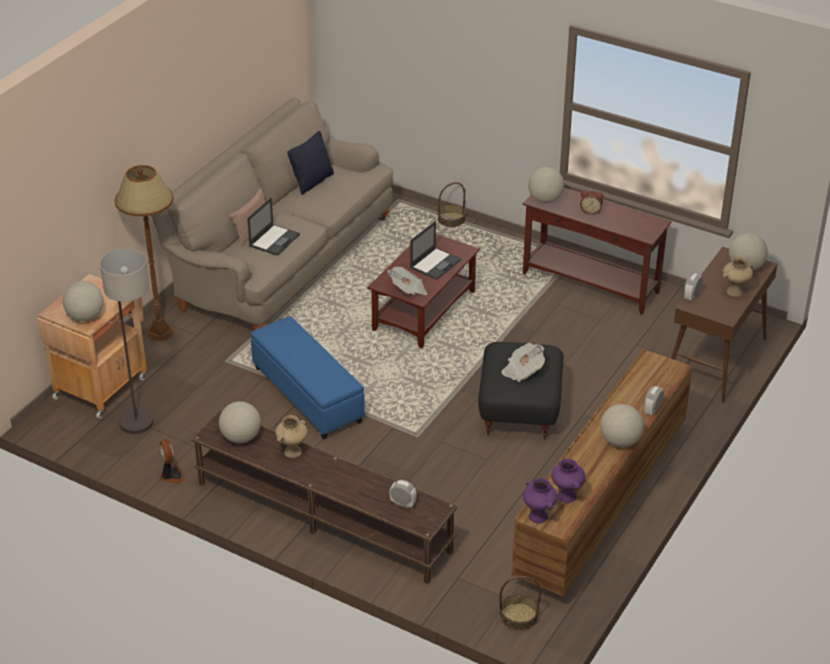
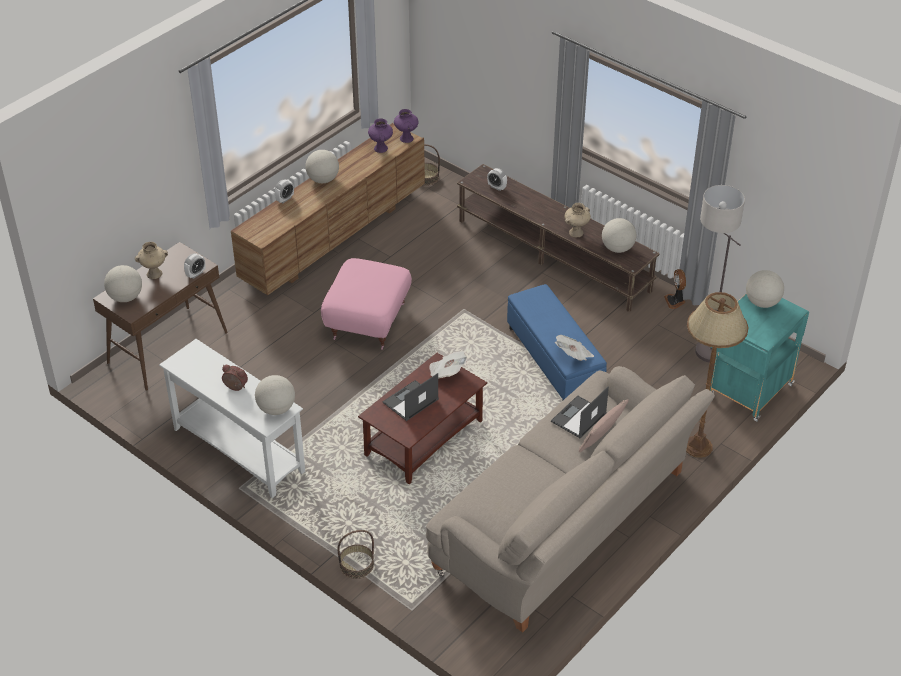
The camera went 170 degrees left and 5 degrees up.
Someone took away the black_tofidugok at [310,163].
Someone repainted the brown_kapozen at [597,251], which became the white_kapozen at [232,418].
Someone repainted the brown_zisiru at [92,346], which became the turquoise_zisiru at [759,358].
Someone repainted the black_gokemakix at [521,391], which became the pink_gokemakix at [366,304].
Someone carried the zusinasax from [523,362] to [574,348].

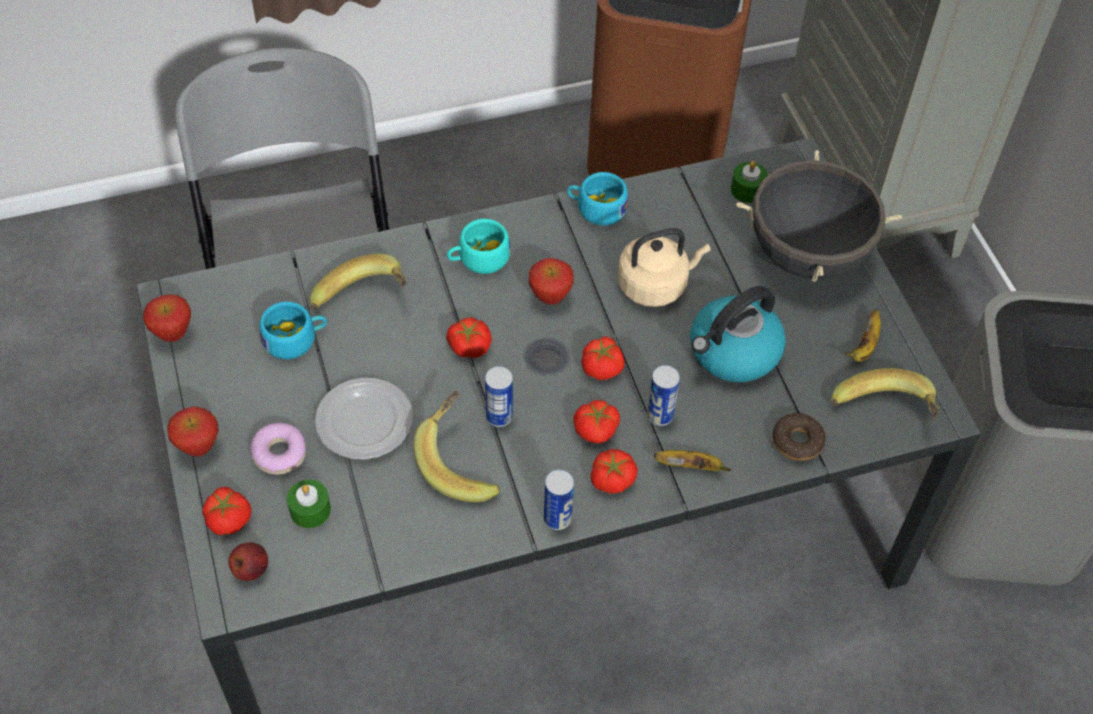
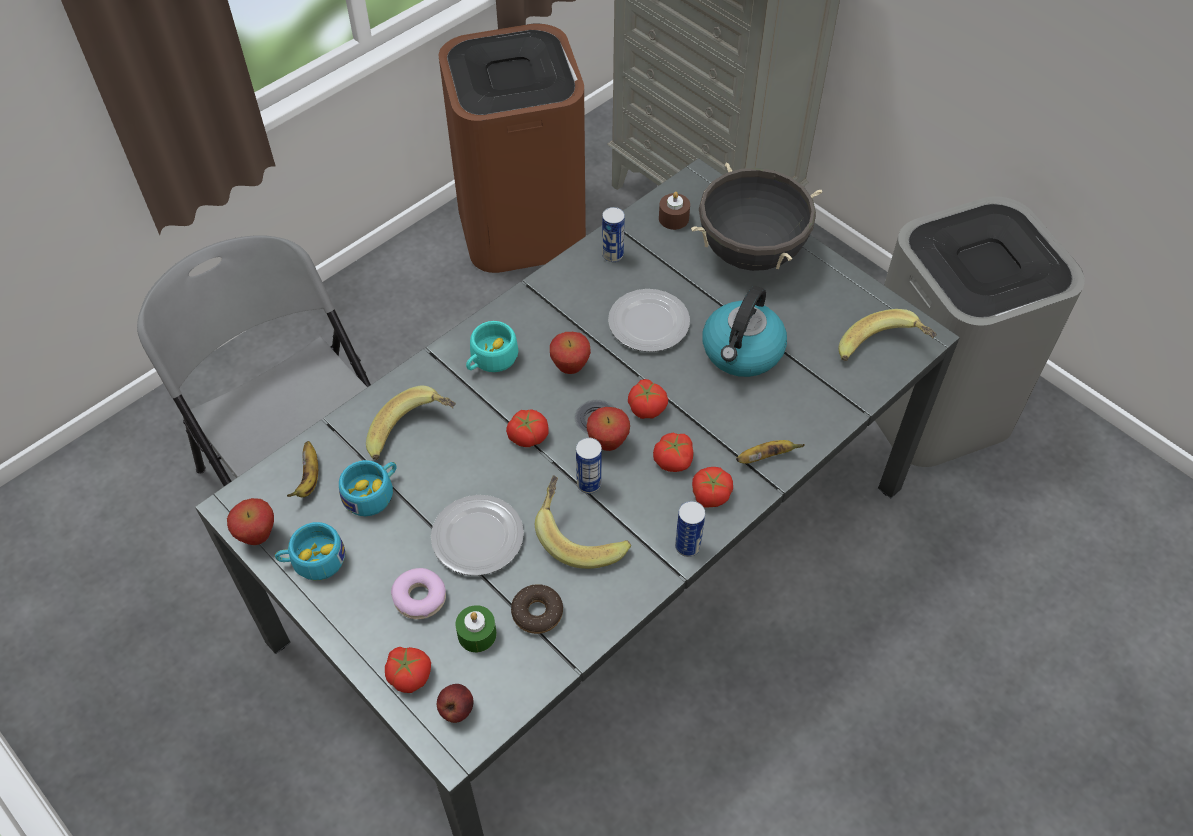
The camera went 25 degrees left and 0 degrees up.
Someone repainted the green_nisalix at [749,182], which became the brown_nisalix at [674,211].
Someone carried the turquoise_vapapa from [597,199] to [310,551].
Someone swapped the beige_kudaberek at [664,267] for the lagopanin at [649,320].
Someone carried the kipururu from [862,335] to [302,469].
Someone carried the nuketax from [663,395] to [613,234].
Someone carried the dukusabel from [193,431] to [608,429].
Someone carried the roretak from [799,437] to [537,609].

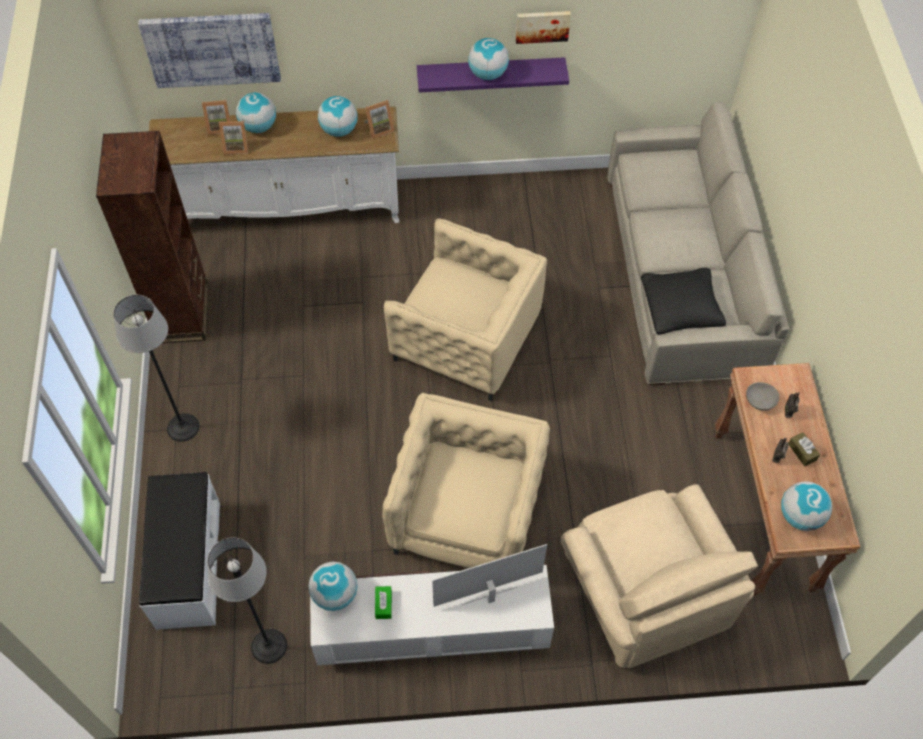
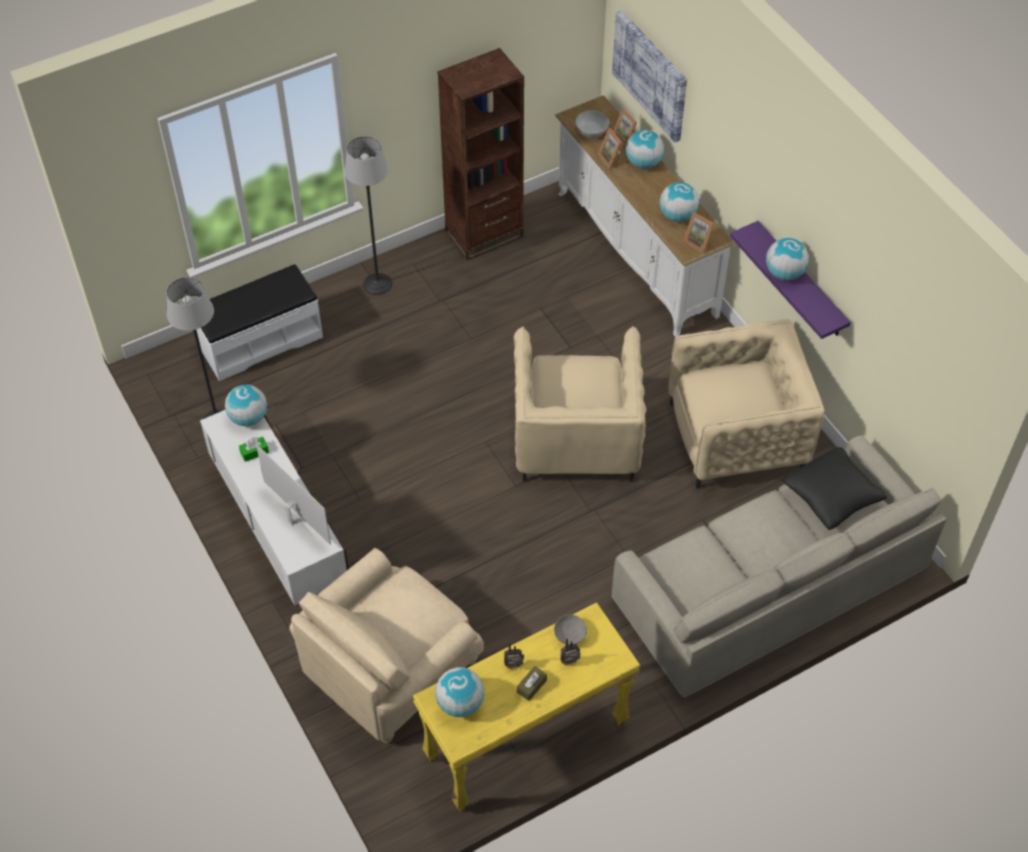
The camera went 65 degrees right and 5 degrees down.
Someone took away the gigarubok at [543,27].
Someone carried the black_tofidugok from [683,301] to [835,488].
Someone repainted the brown_kapozen at [787,479], which became the yellow_kapozen at [526,707].
Someone carried the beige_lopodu from [466,480] to [746,404].
Someone put down the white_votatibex at [592,124].

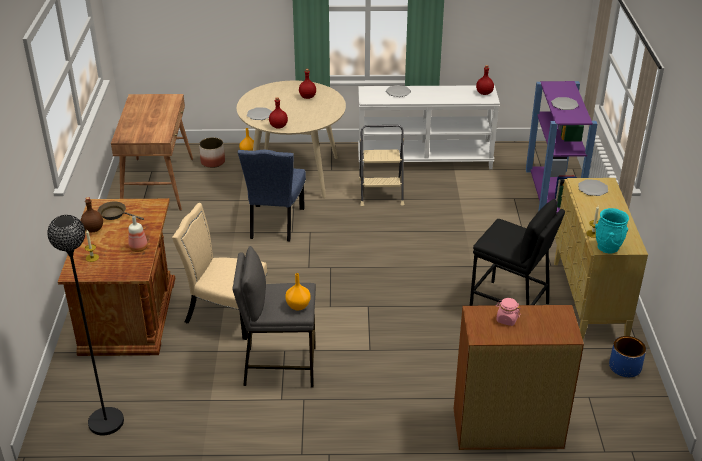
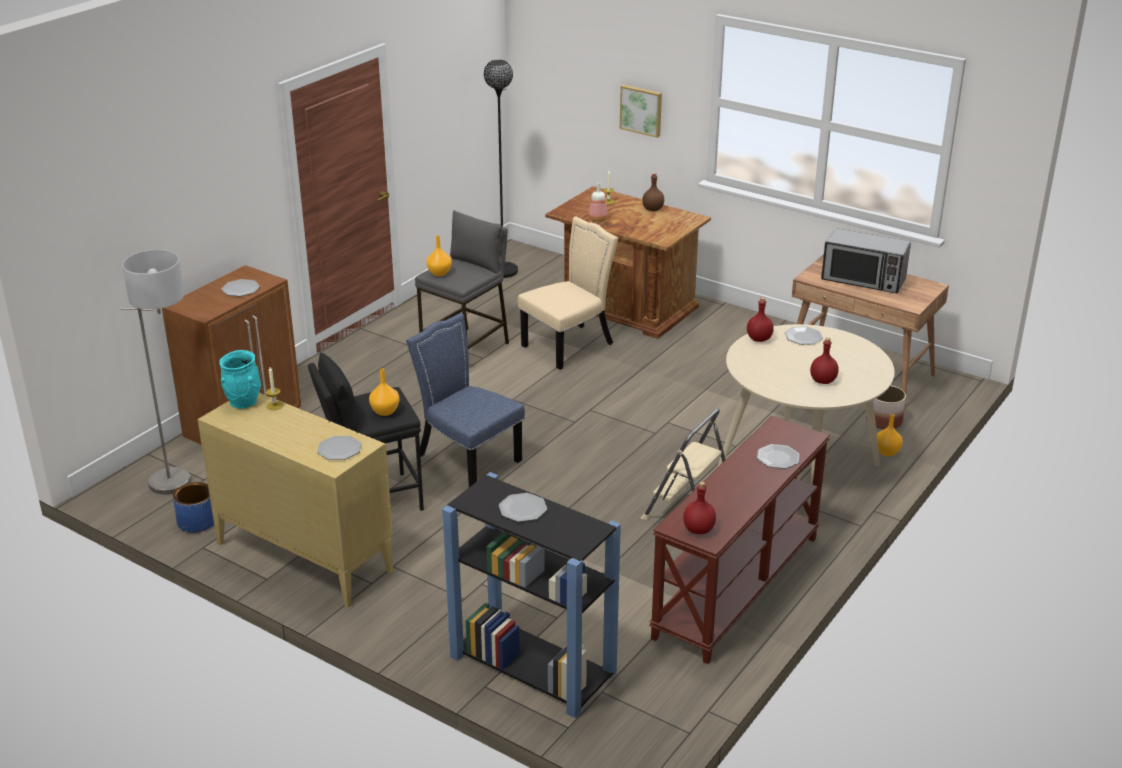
The camera went 125 degrees right and 5 degrees down.
Someone repainted the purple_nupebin at [561,147], which became the black_nupebin at [531,595].
Someone repainted the white_kapozen at [429,127], which became the brown_kapozen at [739,540].
Someone carried the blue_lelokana from [272,195] to [465,400].
Someone took away the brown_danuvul at [121,210].
Someone swapped the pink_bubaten at [508,312] for the lagopanin at [240,287].
Someone put up the gigarubok at [641,111].
Someone put down the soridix at [866,260].
Someone put down the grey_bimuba at [155,372].
Someone put down the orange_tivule at [384,392].

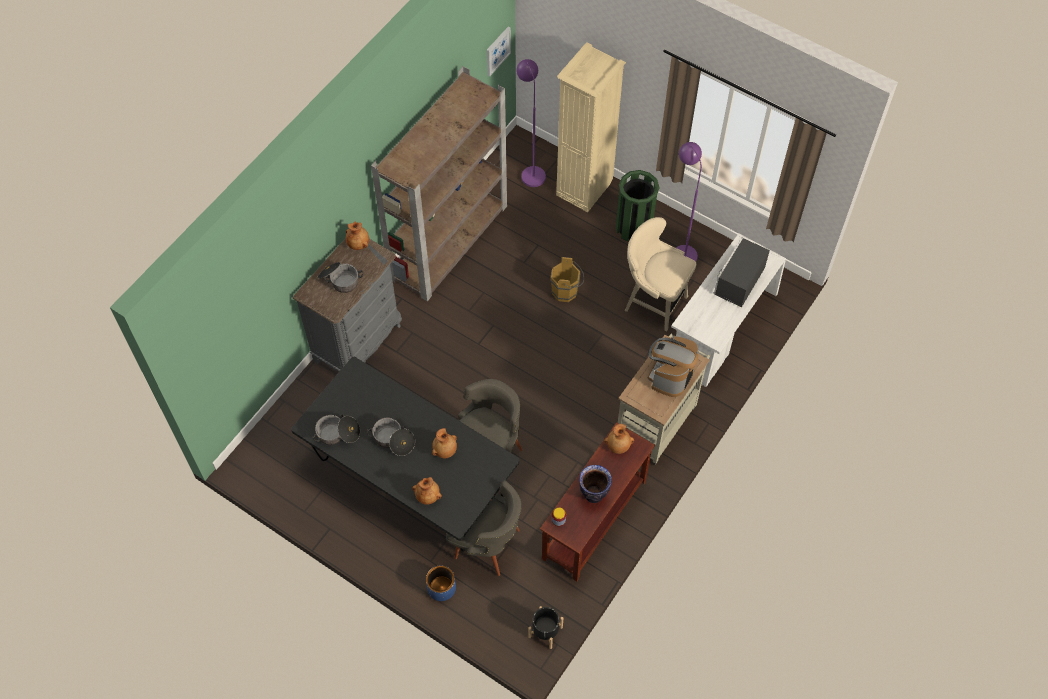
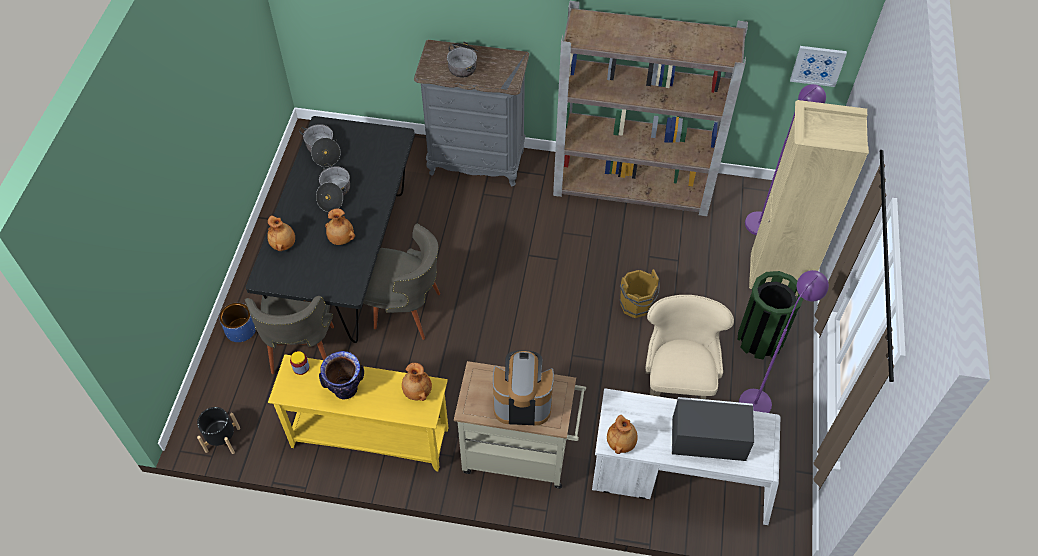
The camera went 65 degrees right and 5 degrees down.
Someone carried the brown_tivule from [357,236] to [622,434].
Someone repainted the brown_kapozen at [597,501], which became the yellow_kapozen at [358,412].

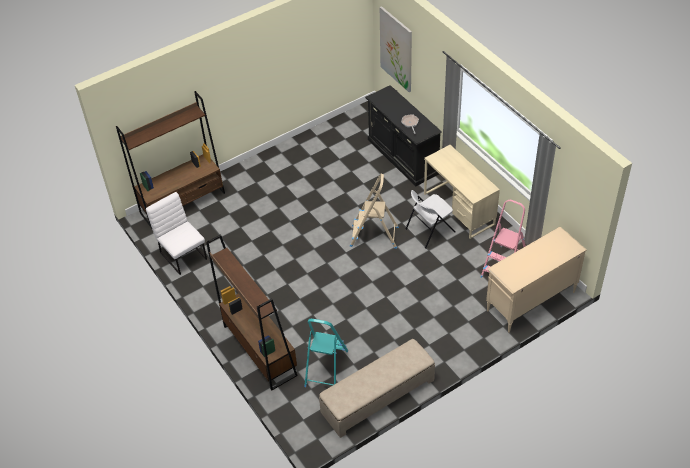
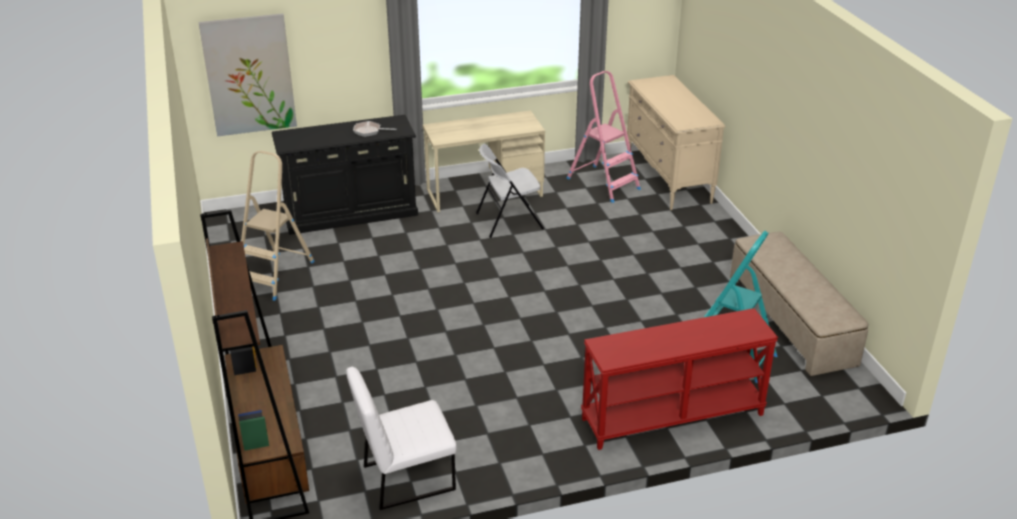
The camera went 75 degrees left and 15 degrees down.
Someone carried the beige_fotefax from [374,211] to [277,226].
Someone rotated the white_lelokana at [430,219] by 90 degrees clockwise.
Someone swapped the brown_nupebin at [252,313] for the red_kapozen at [679,379].

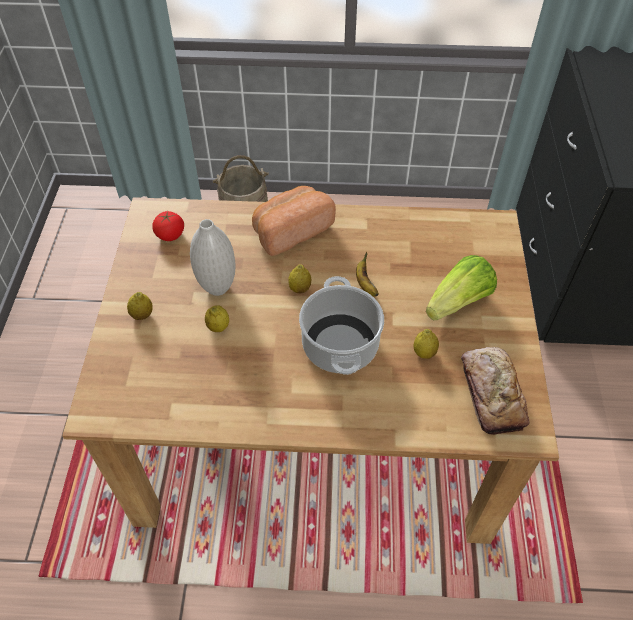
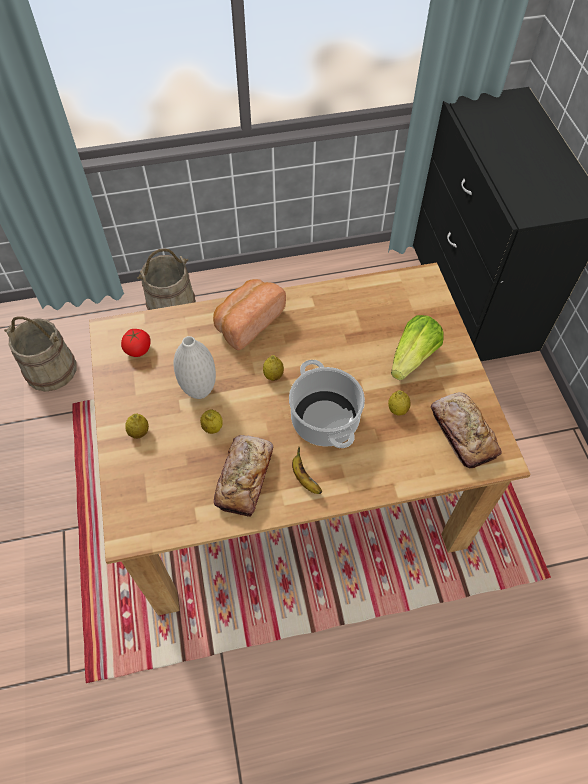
The camera went 15 degrees left and 5 degrees up.
Someone carried the kipururu from [367,274] to [307,470].
Someone put down the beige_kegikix at [40,354].
Someone put down the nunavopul at [243,476].

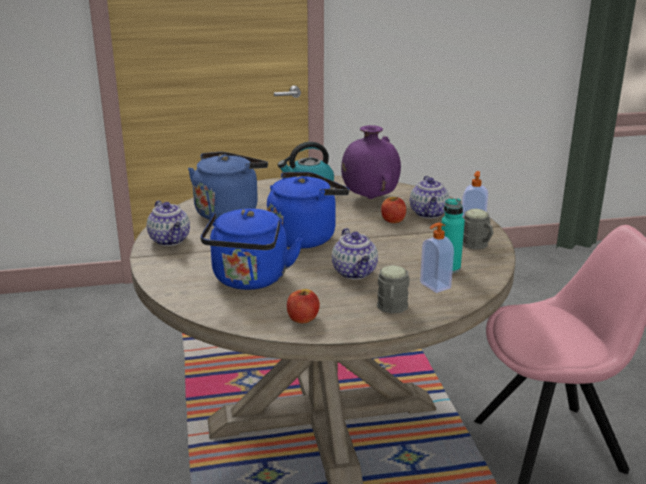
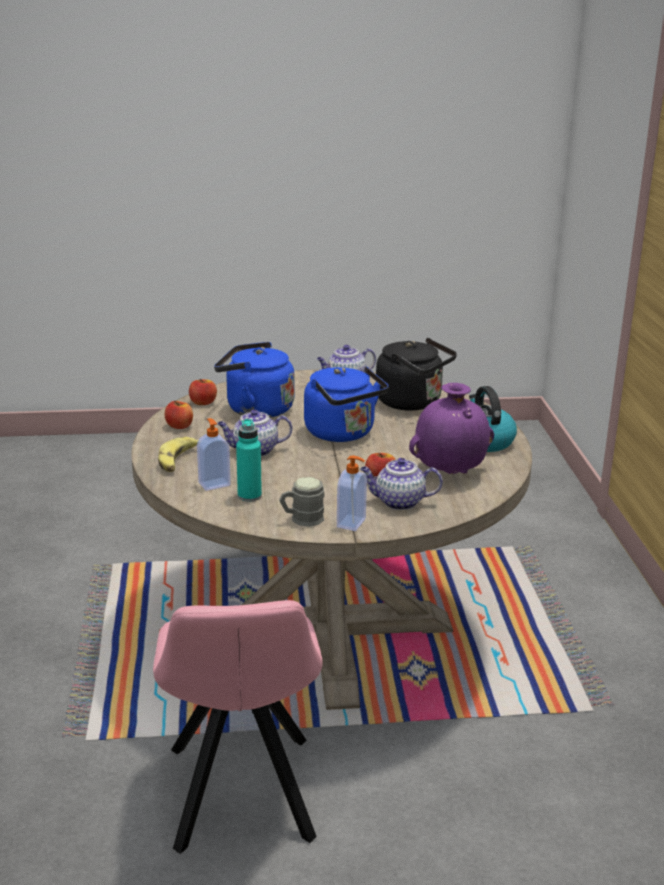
The camera went 95 degrees right and 0 degrees up.
Someone repainted the blue_kudaberek at [228,186], which became the black_kudaberek at [416,374].
Someone swapped the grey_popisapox at [393,289] for the kipururu at [178,454].
Someone put down the dukusabel at [203,392].

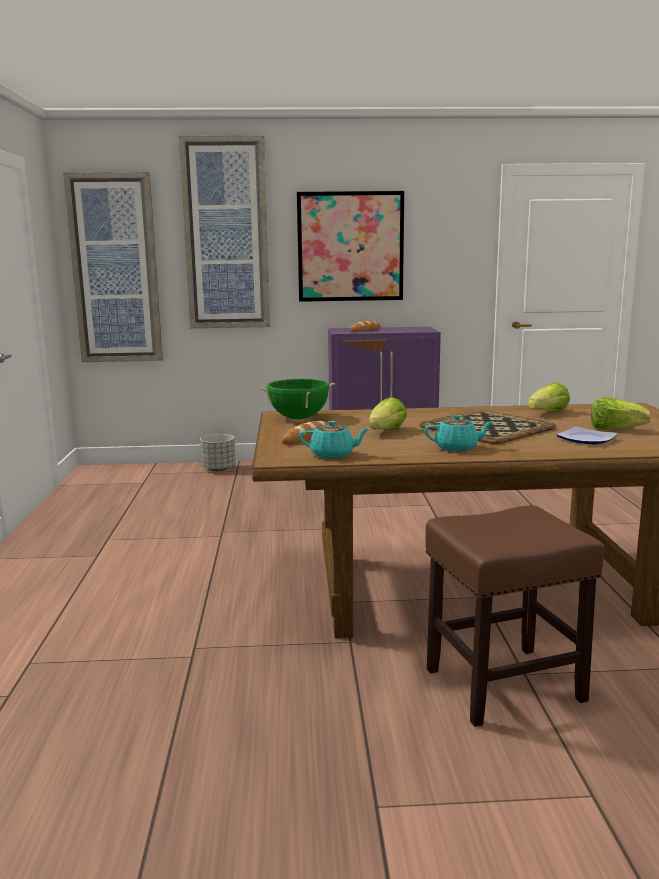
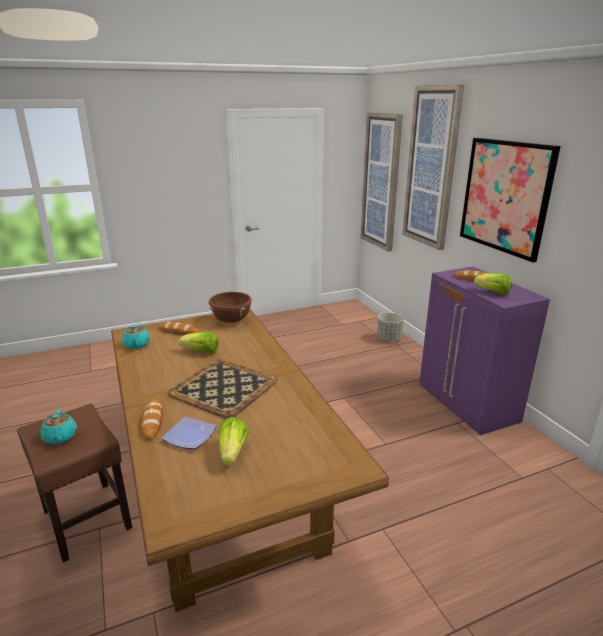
The camera went 70 degrees right and 10 degrees up.
Someone repainted the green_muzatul at [297,399], which became the brown_muzatul at [230,307].
Someone carried the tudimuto from [549,396] to [493,284].
Someone carried the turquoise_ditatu from [458,433] to [58,426].
Someone put down the nunavopul at [152,419].

